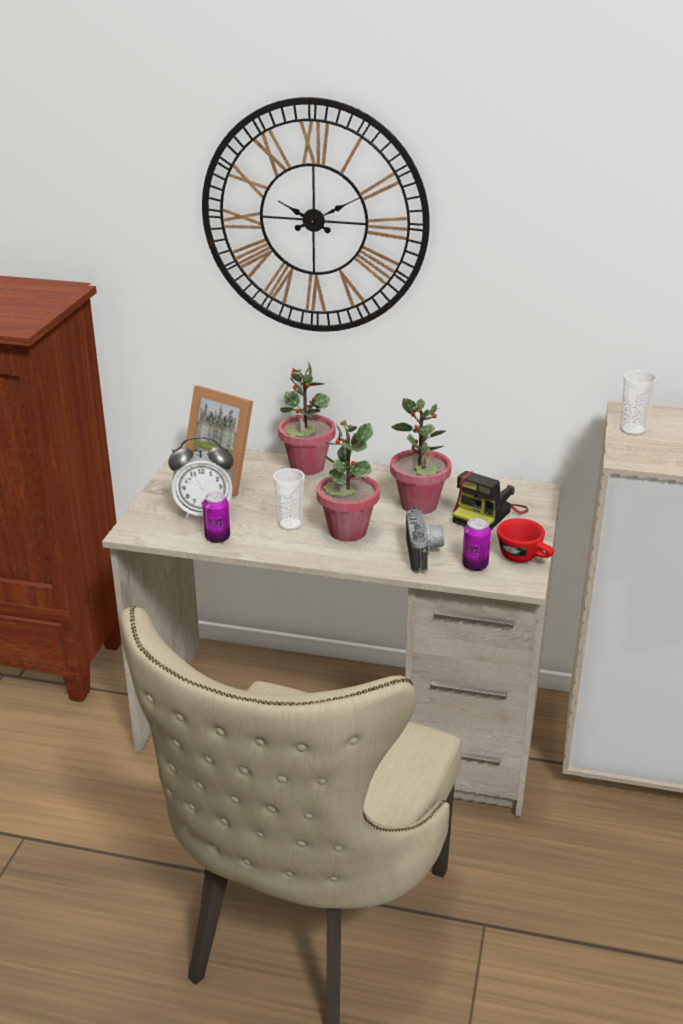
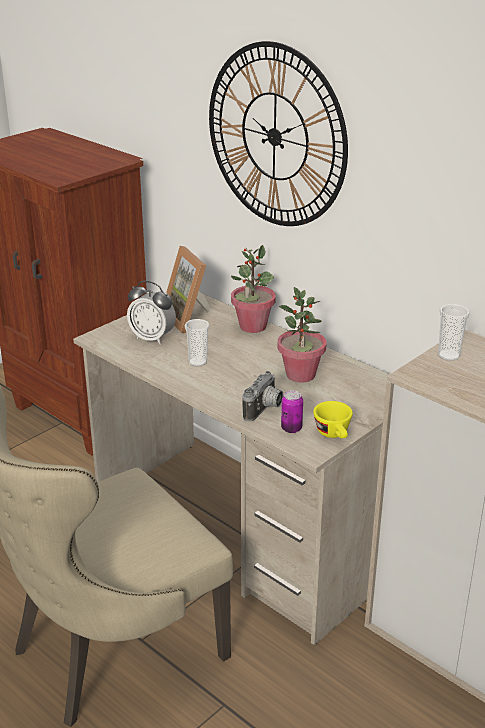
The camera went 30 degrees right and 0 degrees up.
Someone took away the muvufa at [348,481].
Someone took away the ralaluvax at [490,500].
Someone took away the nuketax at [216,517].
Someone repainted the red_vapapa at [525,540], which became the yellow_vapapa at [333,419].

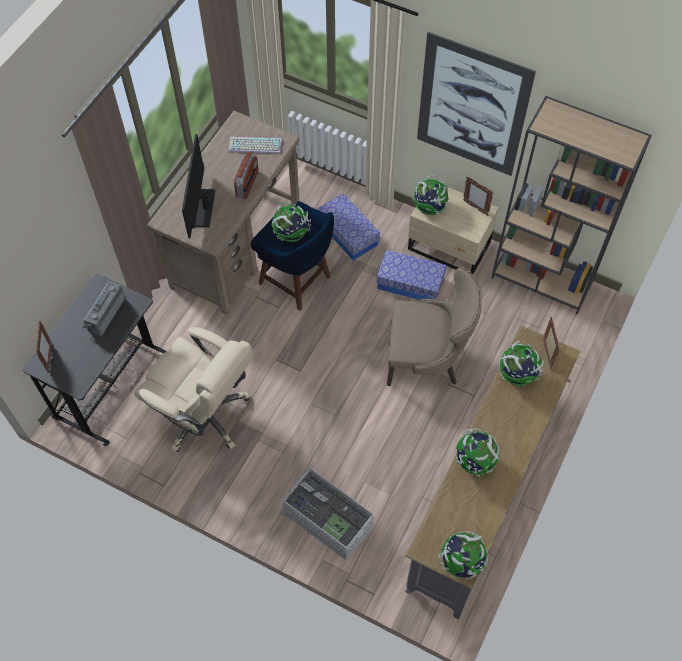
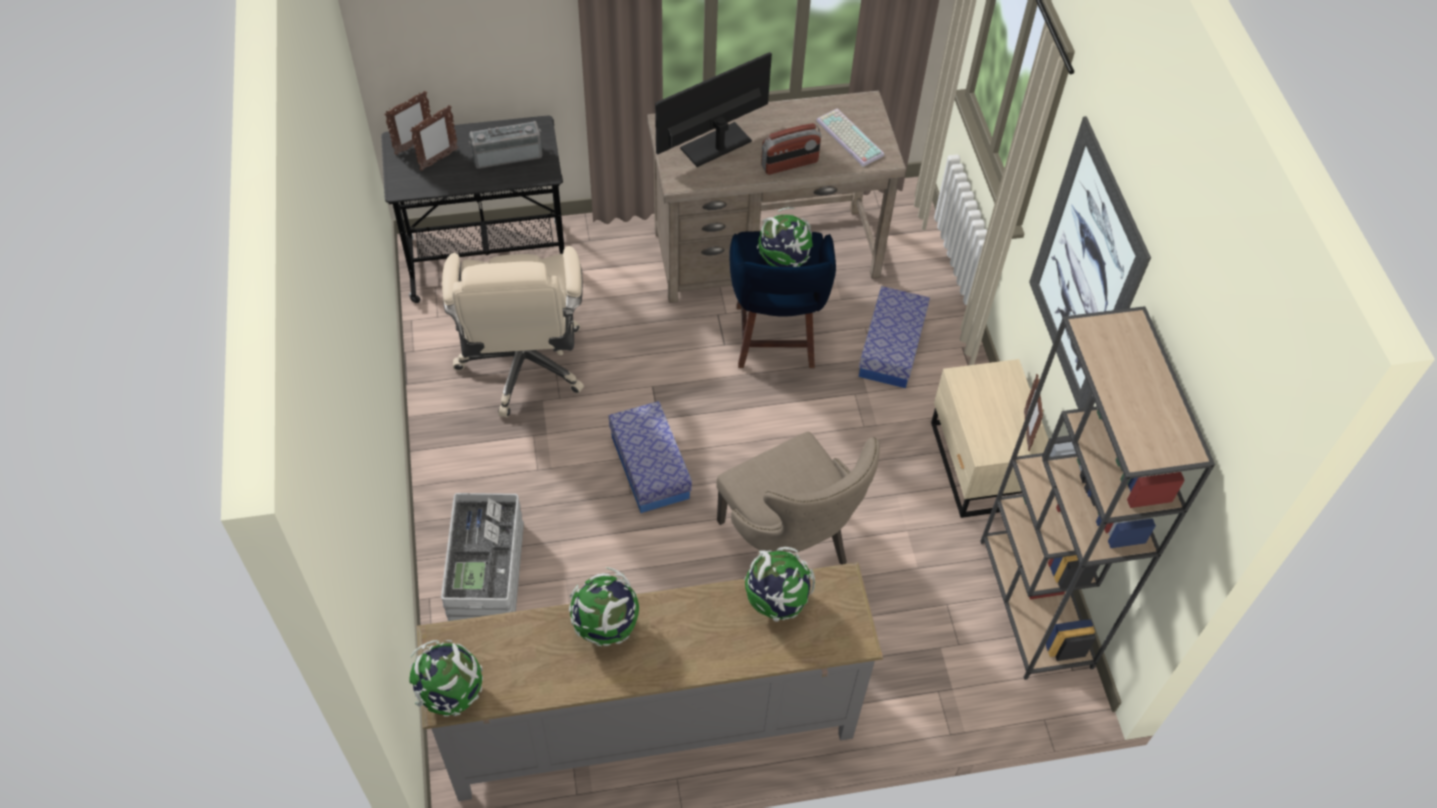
The camera went 50 degrees right and 5 degrees down.
Someone took away the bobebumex at [431,195].
Someone carried the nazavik from [411,274] to [650,457].
Someone carried the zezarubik from [551,343] to [434,138].

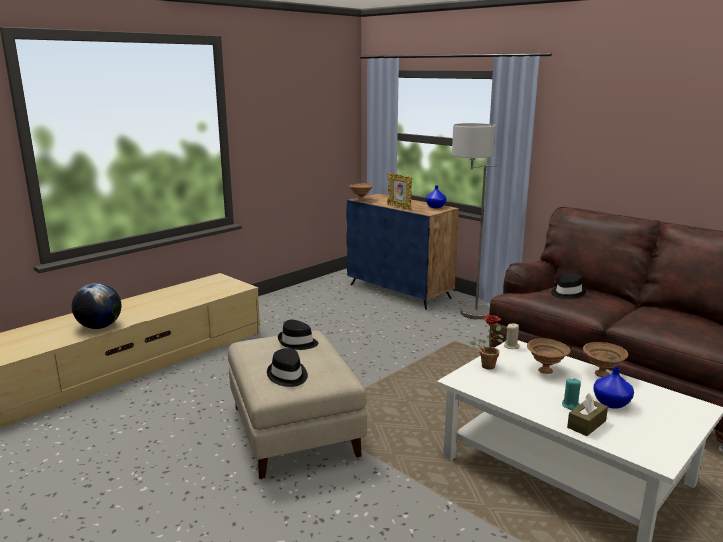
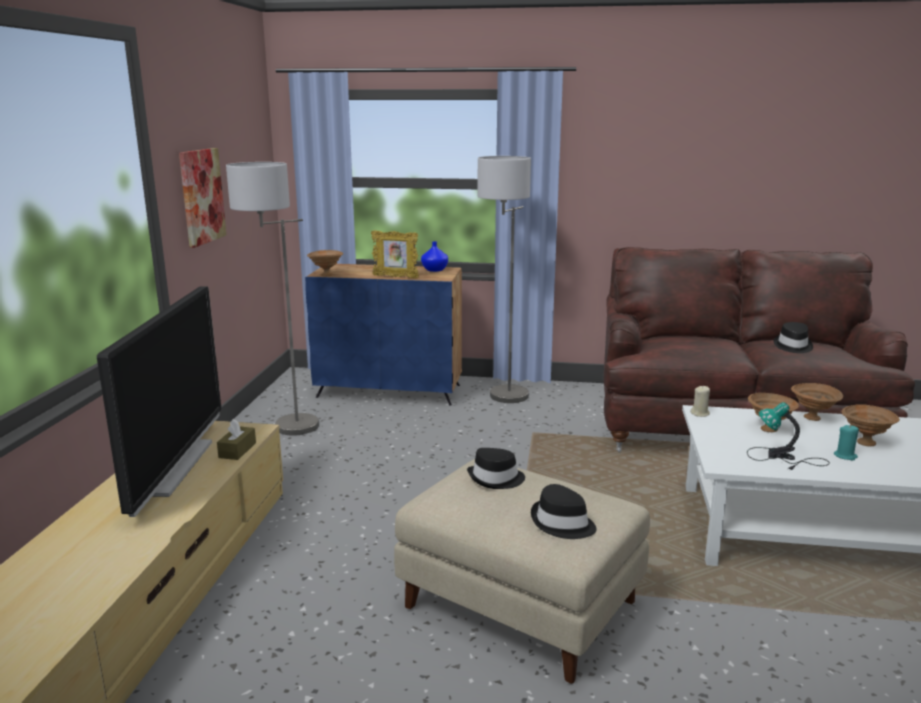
The camera went 35 degrees left and 0 degrees up.
Someone carried the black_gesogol from [568,286] to [793,337].
Someone took away the bobebumex at [96,306].
Someone took away the muvufa at [487,342].
Someone swapped the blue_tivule at [613,388] for the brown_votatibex at [871,425].
Someone carried the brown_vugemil from [587,414] to [236,439].
Someone put up the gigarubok at [202,198].
Someone put down the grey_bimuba at [272,299].
Someone put down the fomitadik at [159,401].
Someone put down the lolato at [788,436].

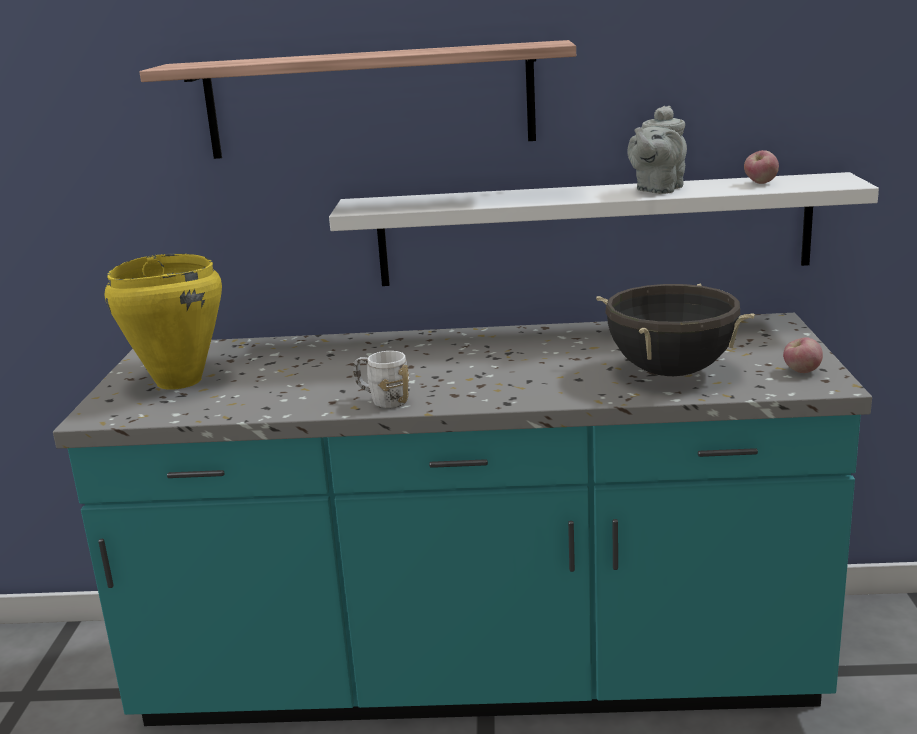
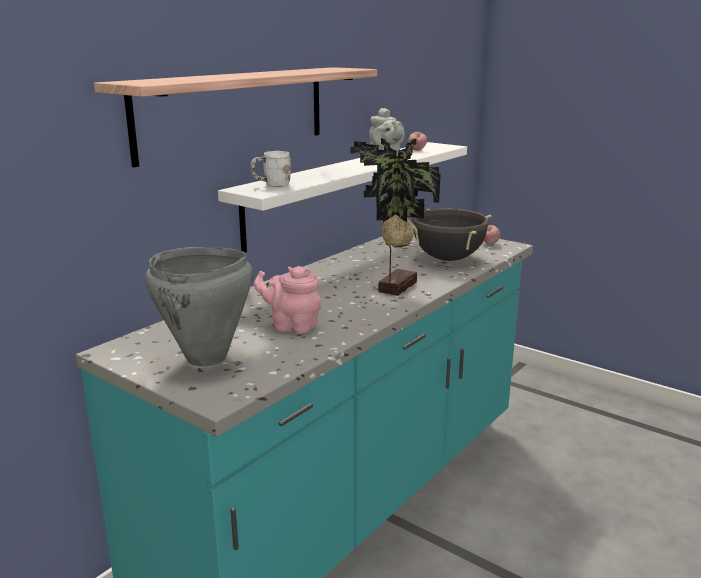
The camera went 55 degrees left and 0 degrees up.
Someone repainted the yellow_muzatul at [163,321], which became the grey_muzatul at [199,307].
Someone carried the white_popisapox from [381,379] to [271,169].
Someone put down the muvufa at [395,217].
Someone put down the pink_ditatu at [287,300].

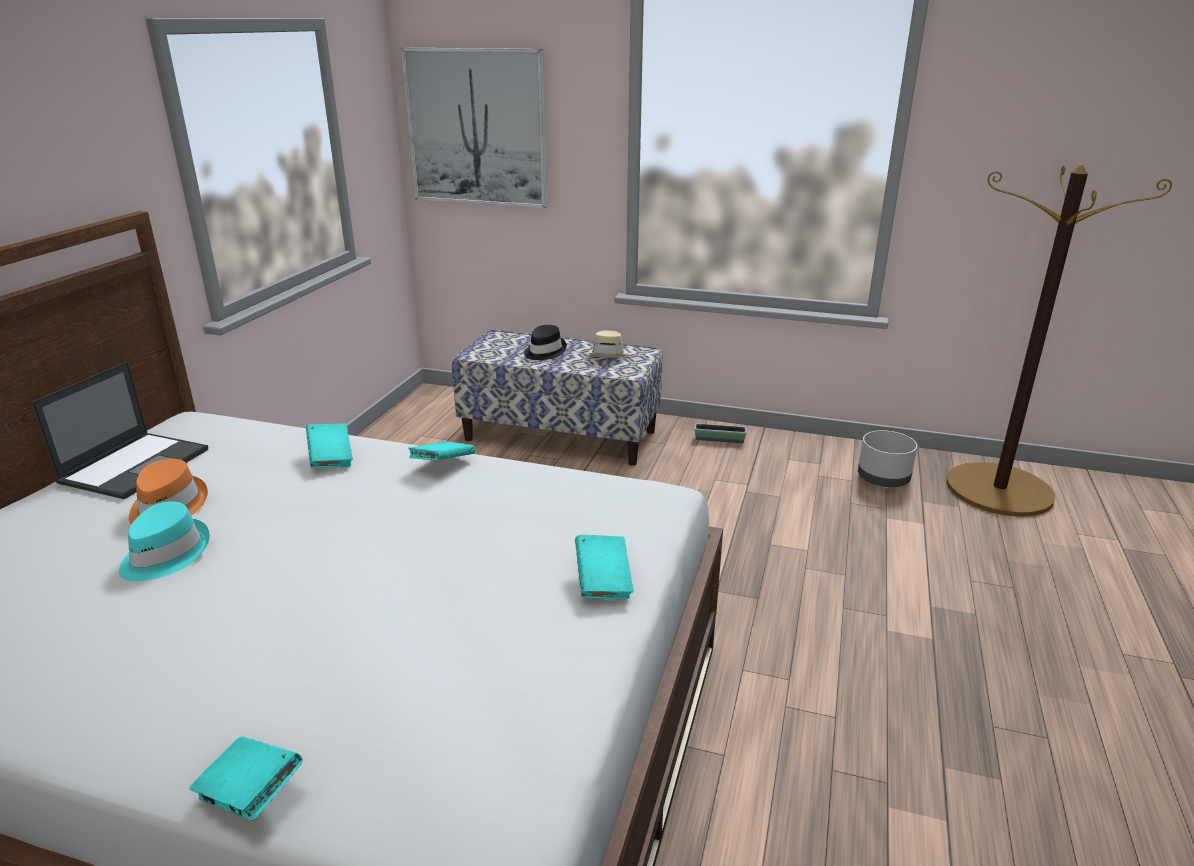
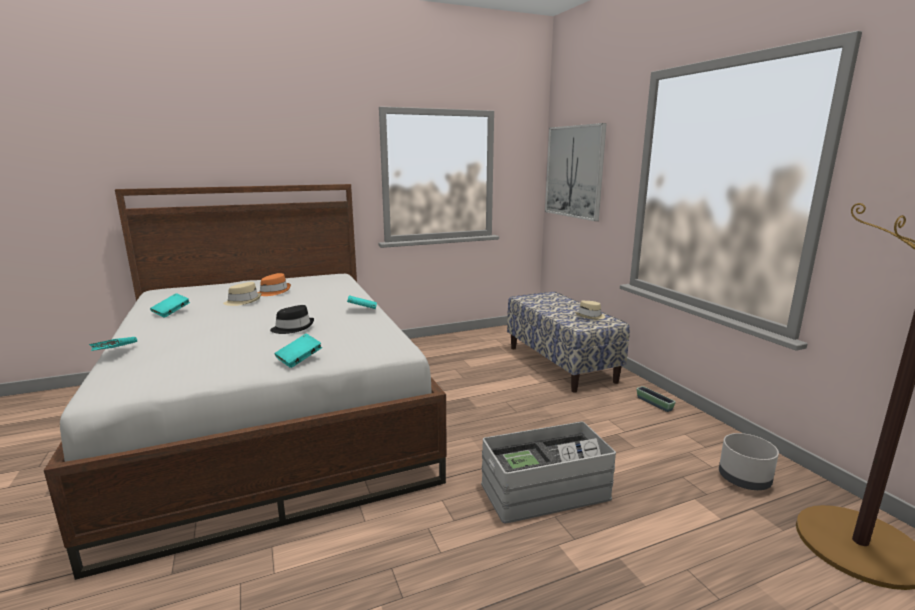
The camera went 50 degrees right and 10 degrees down.
Someone carried the black_gesogol from [545,342] to [292,319].
Someone took away the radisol at [119,430].
Someone carried the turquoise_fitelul from [329,446] to [170,305].
Someone repainted the turquoise_gesogol at [164,541], which became the beige_gesogol at [242,294].
Someone put down the grey_nazavik at [548,472].

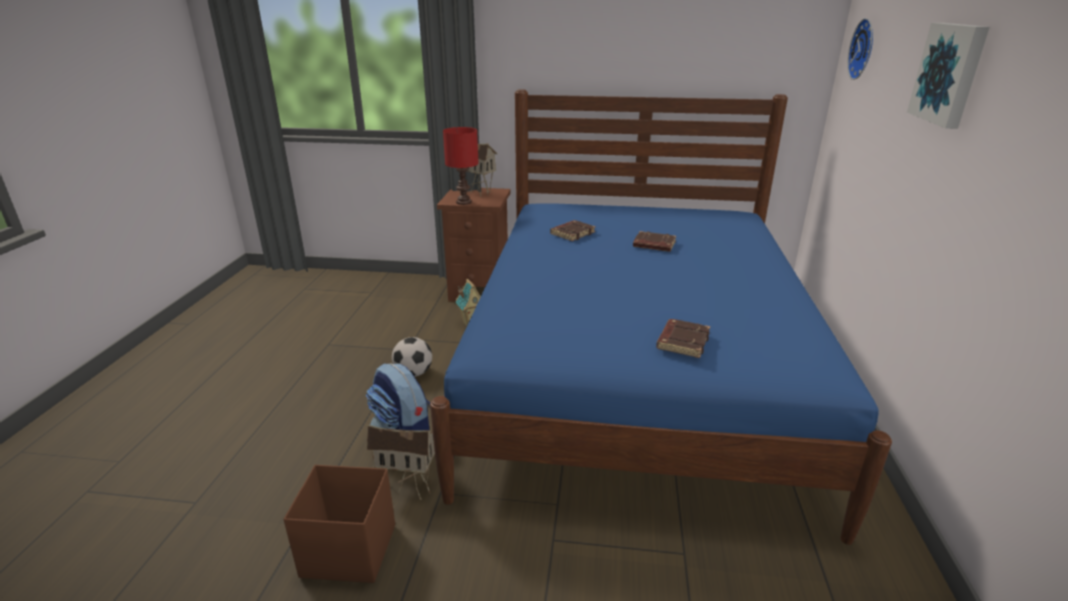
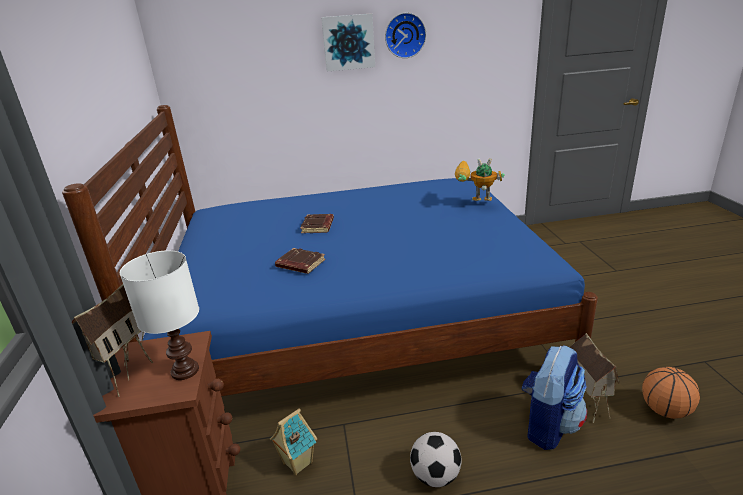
The camera went 105 degrees left and 0 degrees up.
Someone carried the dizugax from [860,49] to [405,35].
Someone repainted the red_lolato at [461,166], which became the white_lolato at [159,315].
Someone swapped the brown_fitelul at [683,338] for the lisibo at [480,179].
Someone swapped the brown_nazavik at [339,524] for the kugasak at [671,393].

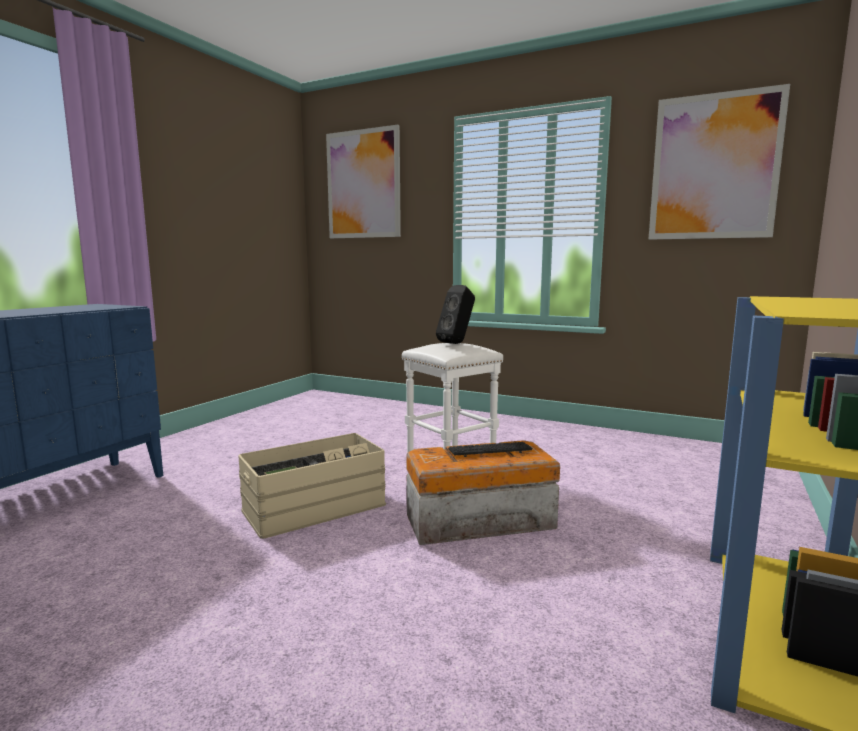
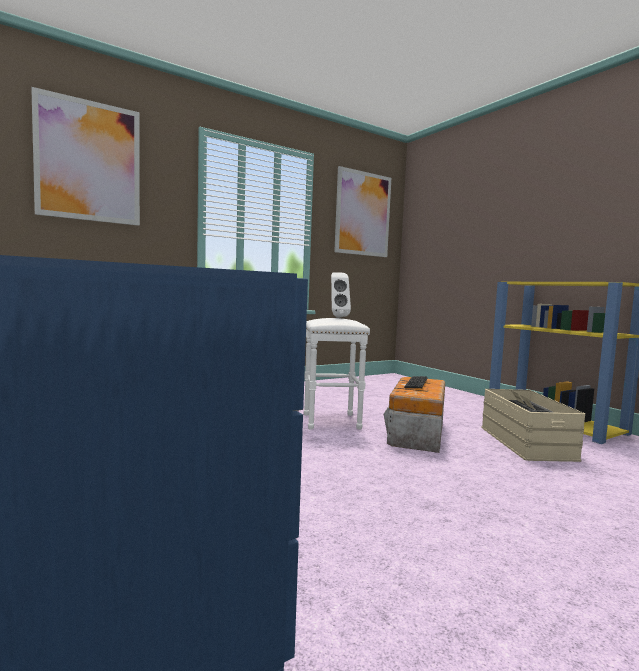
The camera went 60 degrees left and 5 degrees down.
Someone repainted the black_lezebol at [455,314], which became the white_lezebol at [341,295].
Someone carried the beige_nazavik from [312,486] to [533,425].

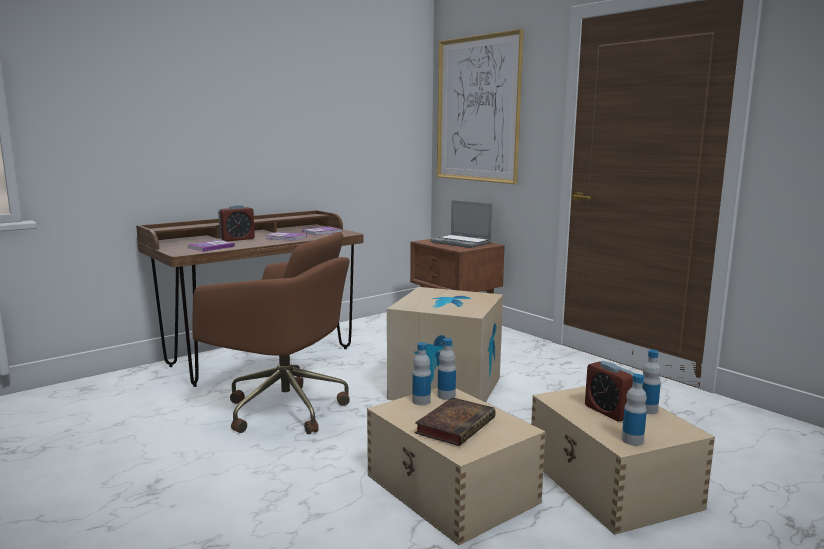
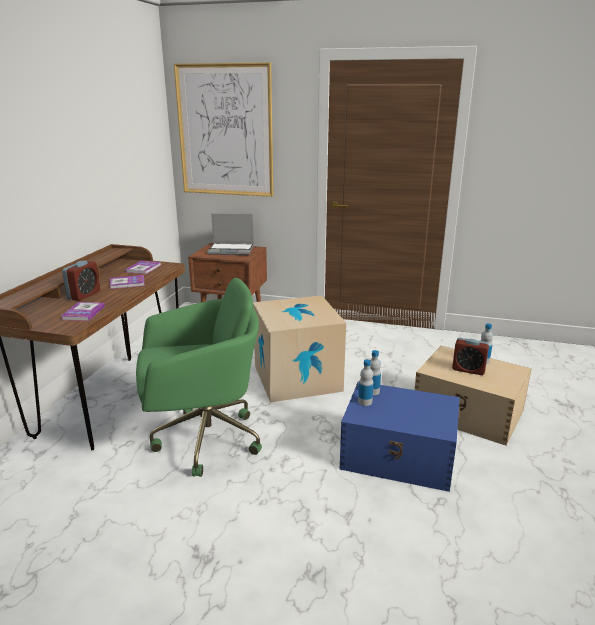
The camera went 35 degrees left and 10 degrees up.
Someone repainted the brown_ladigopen at [271,333], which became the green_ladigopen at [199,377].
Someone took away the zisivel at [634,410].
Someone repainted the beige_nazavik at [456,466], which became the blue_nazavik at [399,436].
Someone took away the fitelul at [455,421].

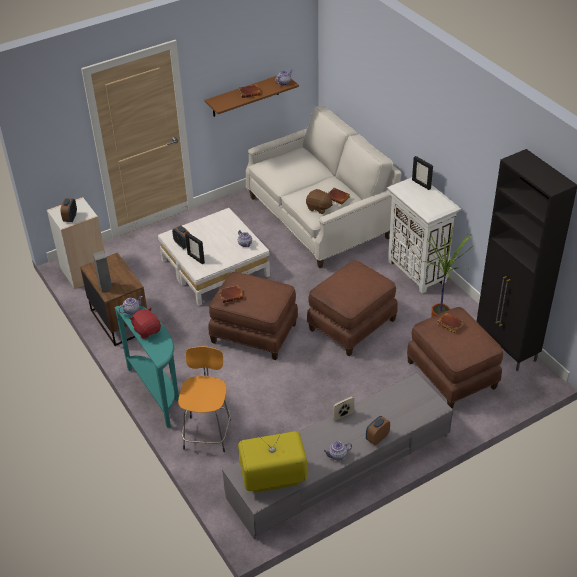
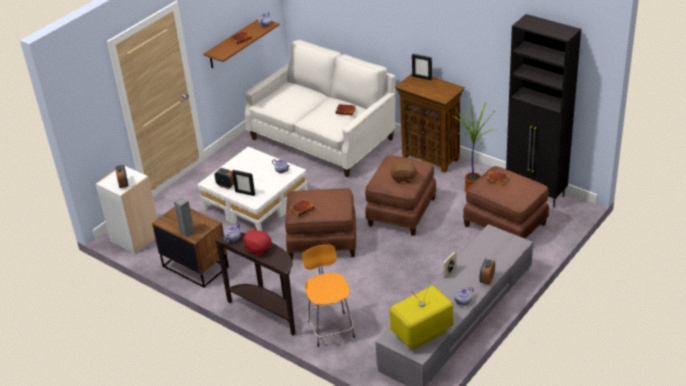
The camera went 20 degrees left and 5 degrees down.
Someone repainted the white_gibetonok at [424,235], which became the brown_gibetonok at [430,123].
Someone carried the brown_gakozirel from [319,201] to [404,171].
Someone repainted the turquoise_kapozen at [146,367], which became the brown_kapozen at [255,284].

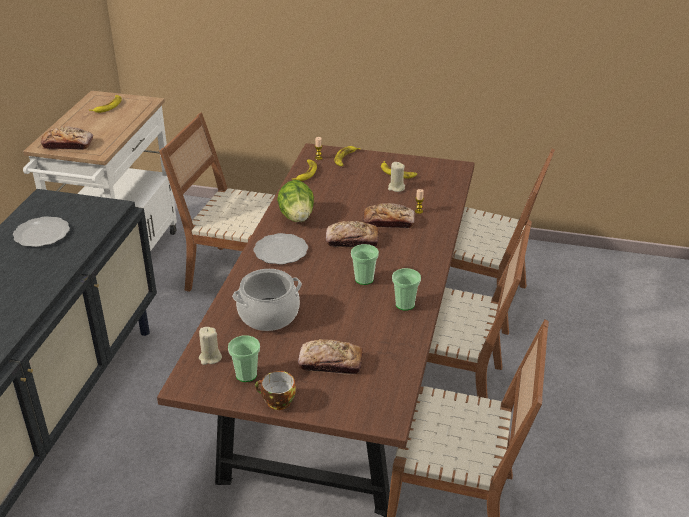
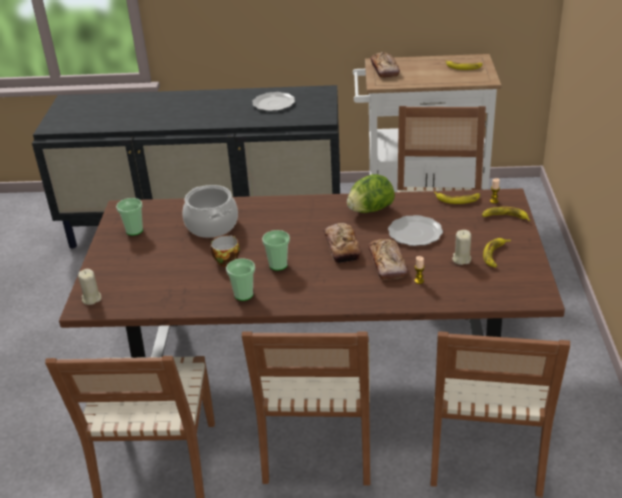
The camera went 80 degrees right and 0 degrees up.
Someone carried the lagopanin from [280,249] to [415,230].
Someone carried the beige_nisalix from [210,346] to [89,287].
Someone took away the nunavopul at [330,357].
Someone carried the vapapa from [275,390] to [225,250].

